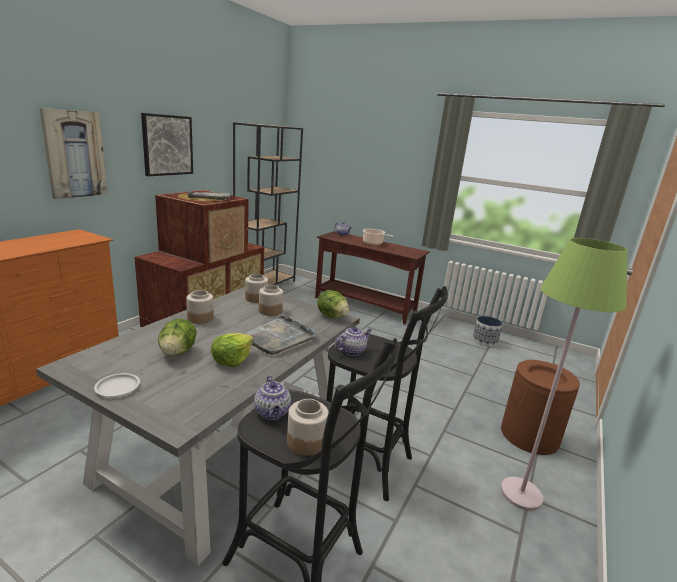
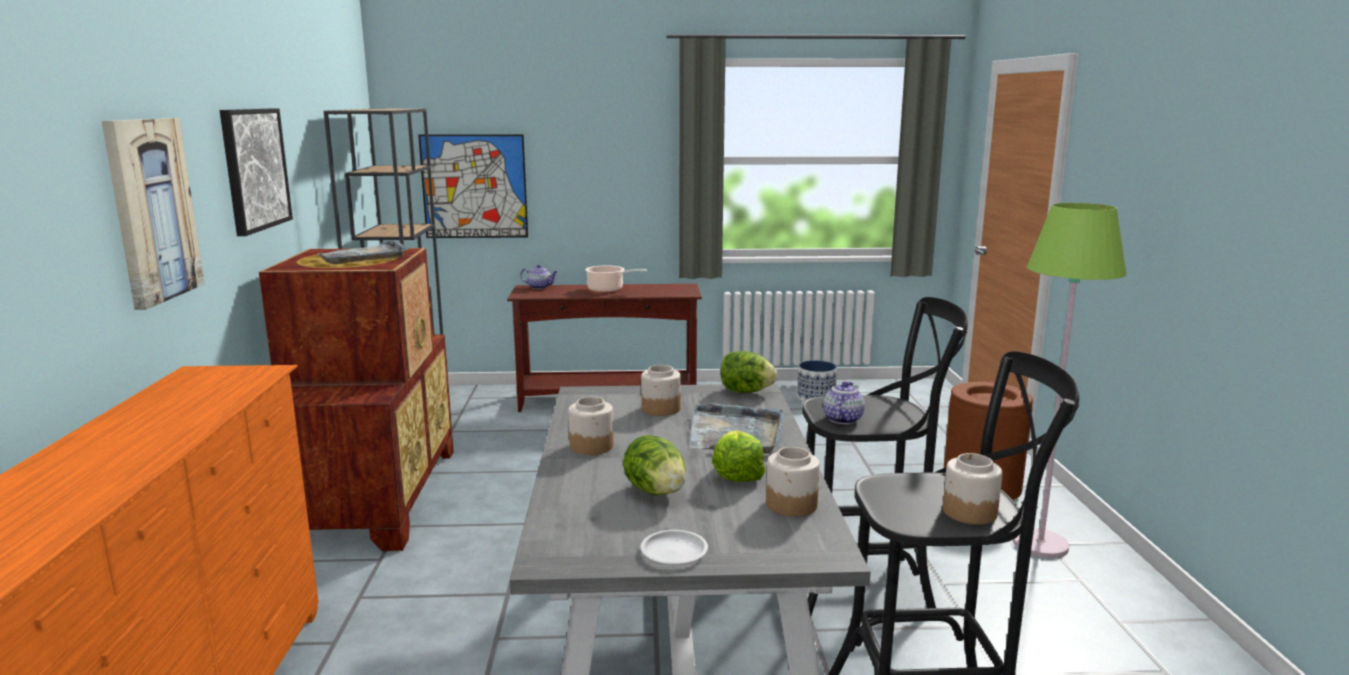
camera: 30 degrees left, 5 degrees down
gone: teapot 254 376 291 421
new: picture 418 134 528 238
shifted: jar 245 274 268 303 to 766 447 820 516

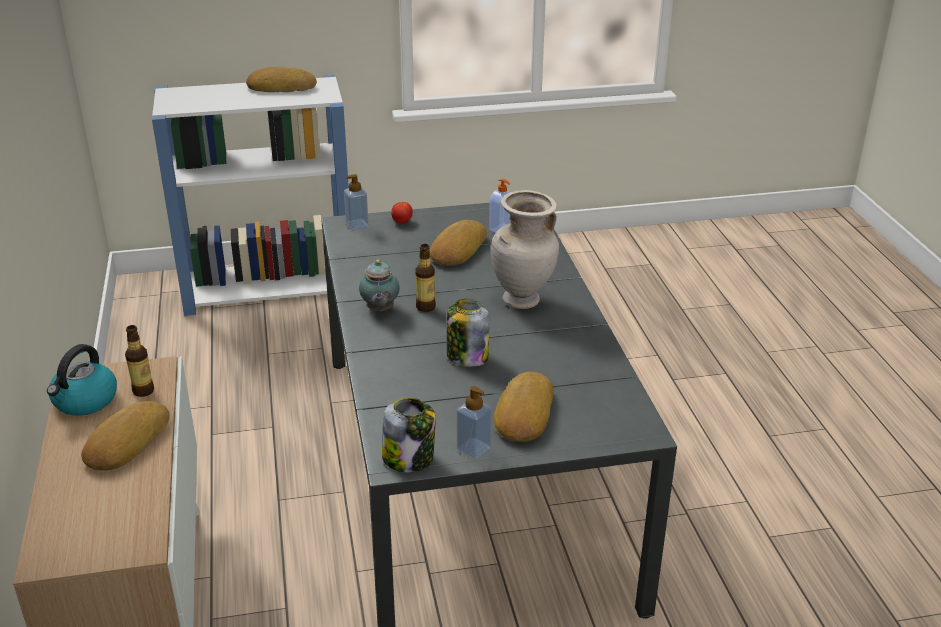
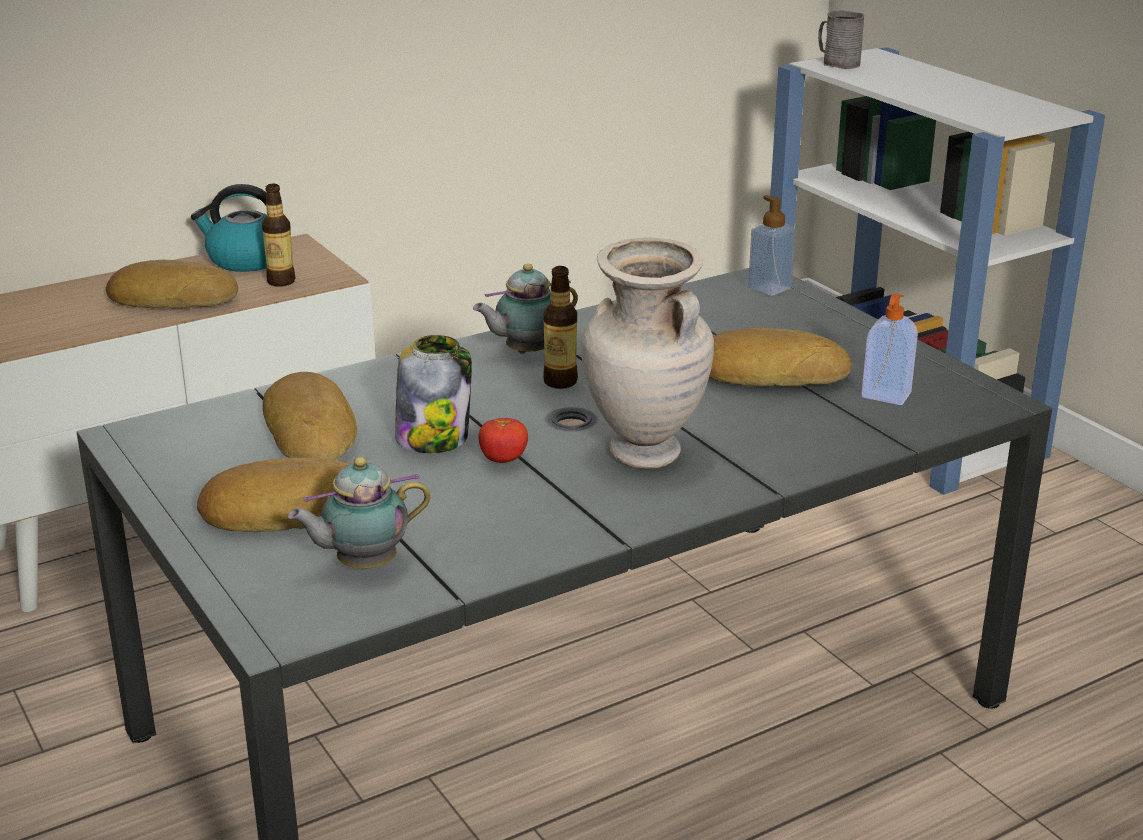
camera: 70 degrees right, 5 degrees down
gone: jar 382 398 435 472; soap dispenser 457 386 492 459
new: teapot 288 457 430 569; mug in grey 818 11 864 69
shifted: bread 246 67 317 92 to 263 372 357 460; tomato 391 202 413 223 to 479 418 528 463

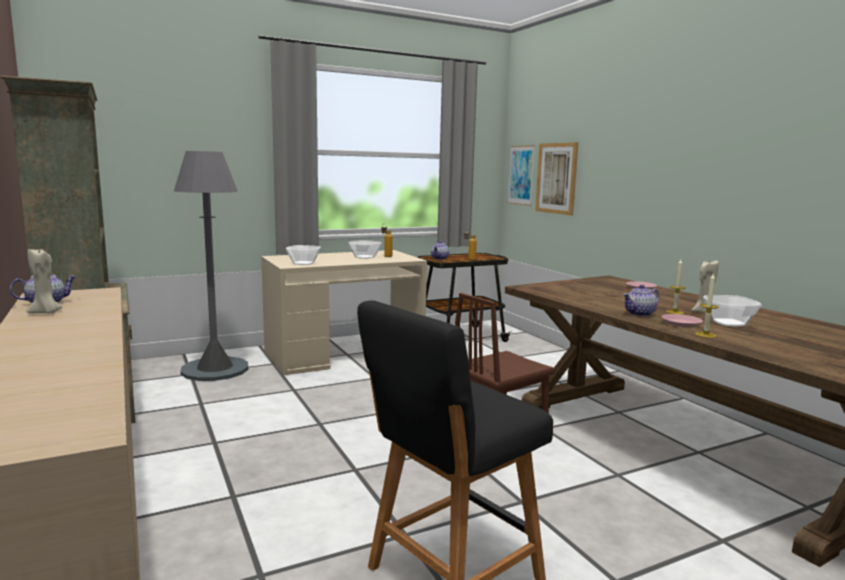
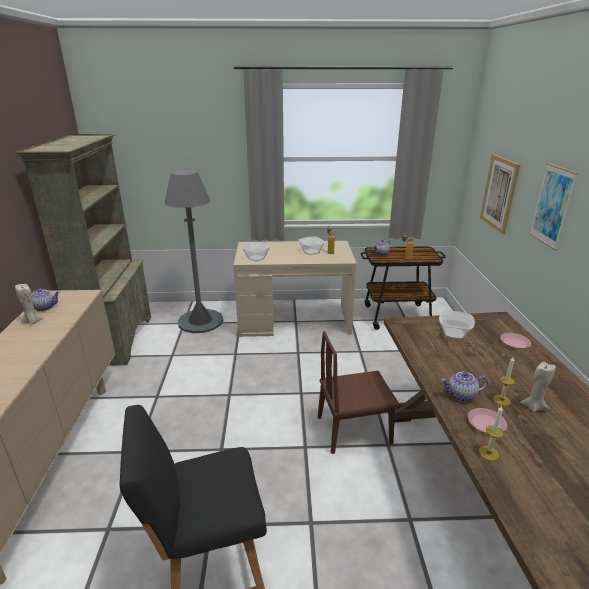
camera: 25 degrees right, 15 degrees up
shifted: picture 508 145 535 206 to 529 163 578 250; bowl 703 295 762 326 to 439 310 475 339

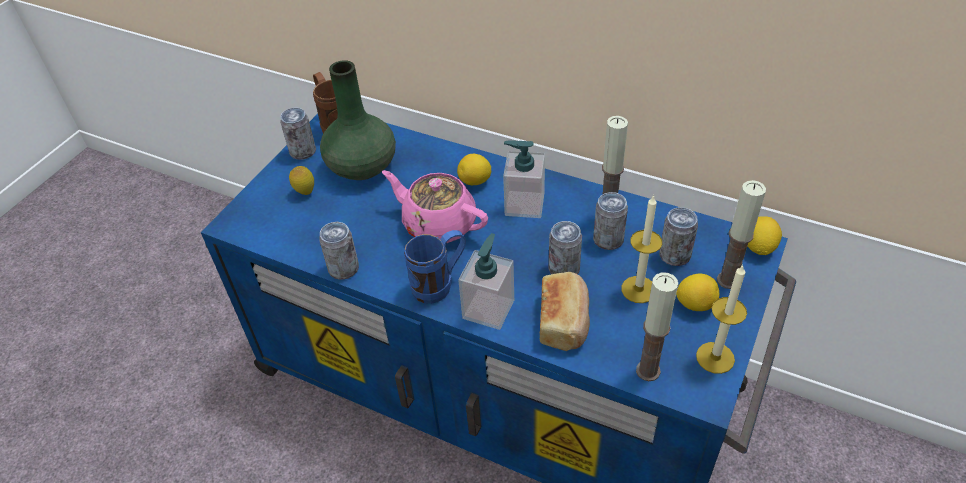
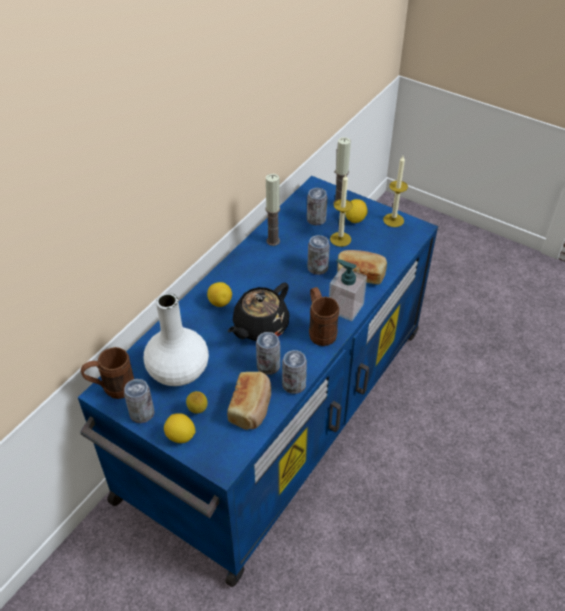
camera: 85 degrees left, 0 degrees up
gone: soap dispenser 503 140 545 218; candle 636 272 678 381
new: bread 227 372 271 430
shifted: can 593 192 628 250 to 256 332 280 375; lemon 747 216 782 255 to 164 413 196 443
repainted: vase in green 320 60 396 180 to vase in white 144 293 209 386; teapot in pink 382 170 488 243 to teapot in black 228 282 289 341; mug in blue 404 230 466 304 to mug in brown 309 287 339 346

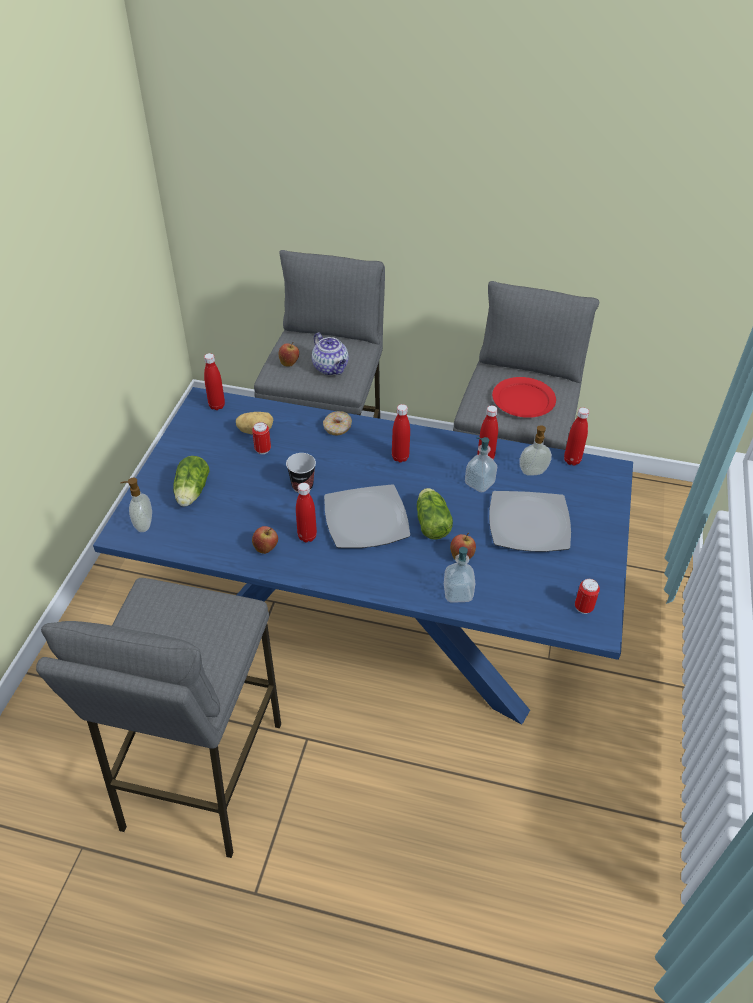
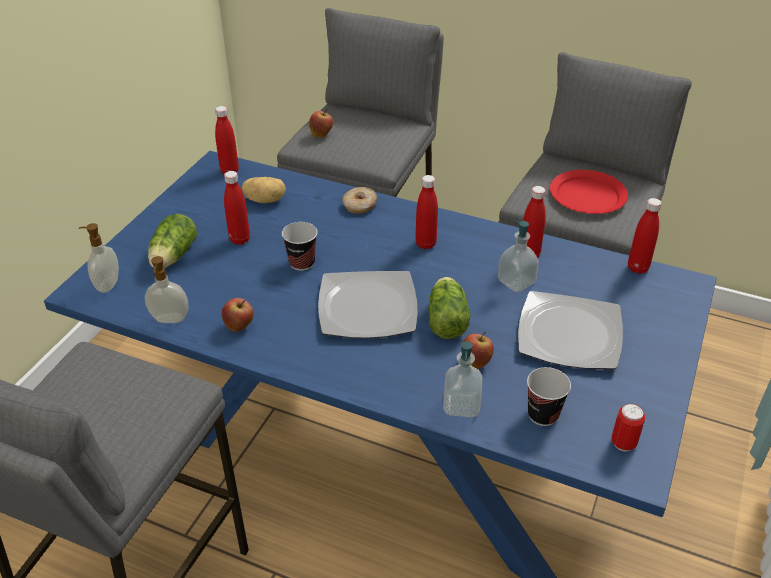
camera: 10 degrees right, 5 degrees down
gone: can 252 422 271 454; teapot 312 332 349 375
new: cup 527 367 571 426
shifted: bottle in red 296 483 317 542 to 224 171 250 245; soap dispenser 519 425 552 476 to 145 256 188 323

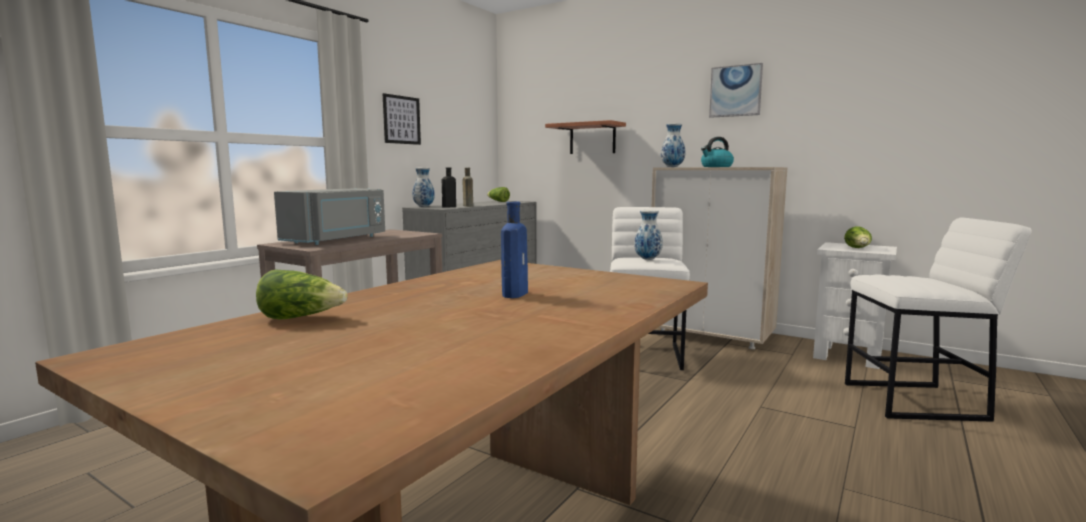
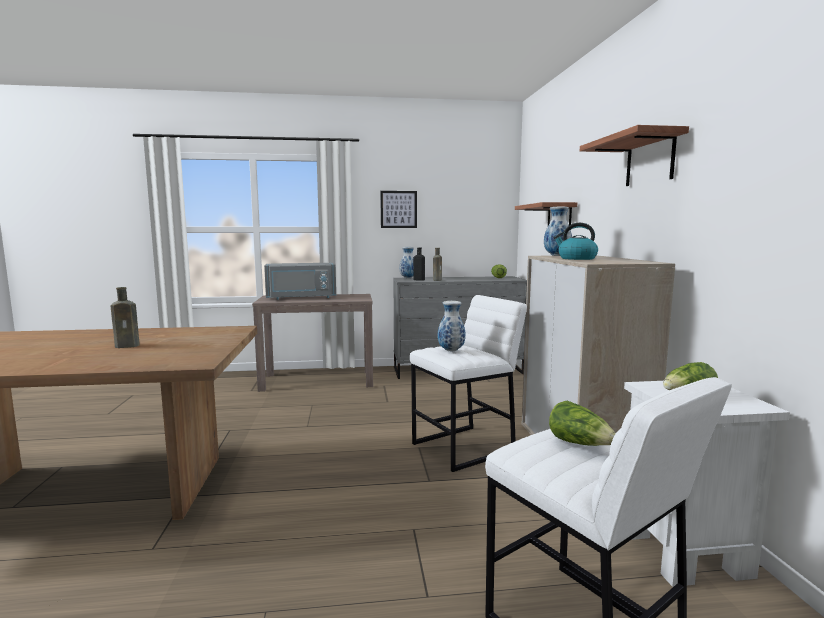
camera: 50 degrees right, 0 degrees up
shifted: lettuce 256 269 348 319 to 549 400 616 446
swapped: picture 709 63 763 118 to shelf 580 125 689 186
repainted: bottle in blue 501 202 528 298 to bottle in brown 111 287 140 348

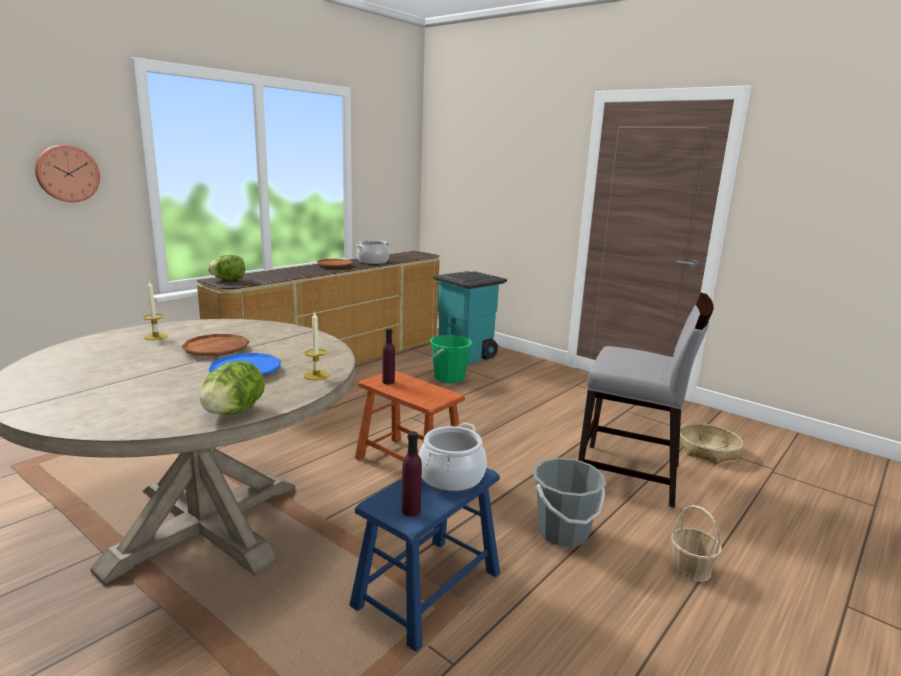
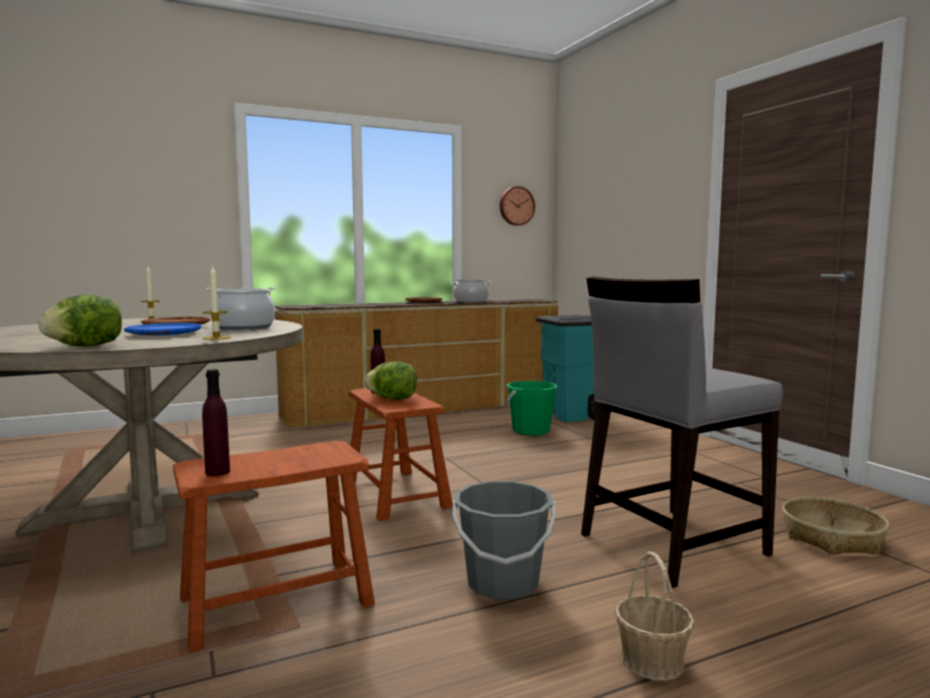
camera: 25 degrees right, 10 degrees down
shifted: wall clock 35 145 100 202 to 500 186 535 226; lettuce 208 255 245 280 to 365 362 417 400; cooking pot 418 423 487 492 to 206 287 276 330
repainted: stool in blue 349 468 500 652 to stool in brown 173 441 375 653
rotated: chair in grey 578 293 714 508 = 581 277 783 588 105 degrees clockwise

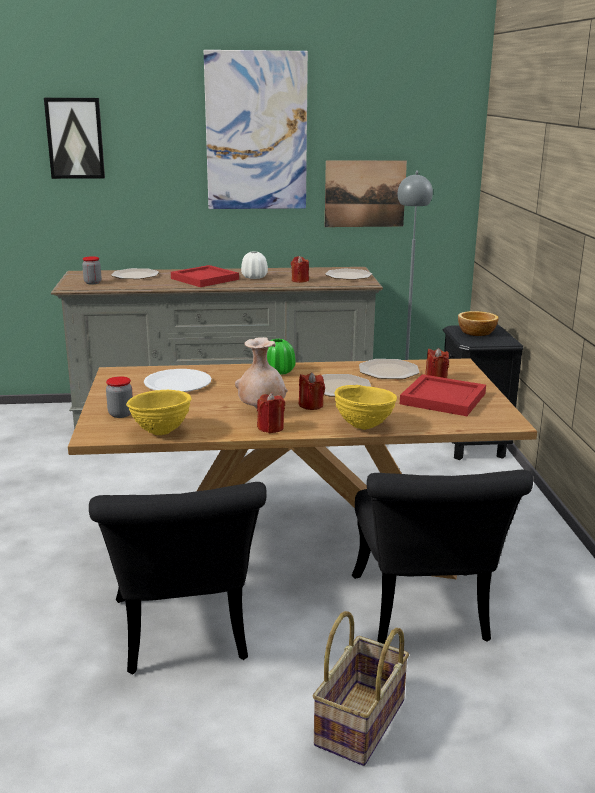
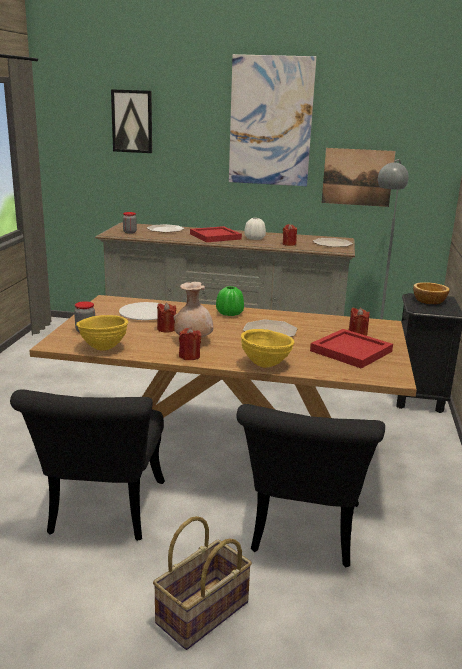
camera: 15 degrees right, 0 degrees up
gone: plate 359 359 420 379
shifted: candle in red 299 372 325 410 to 157 303 176 333

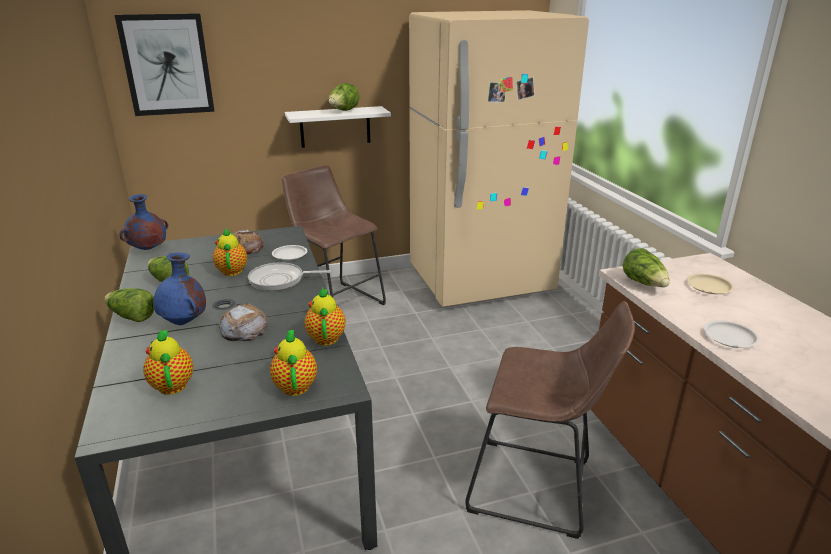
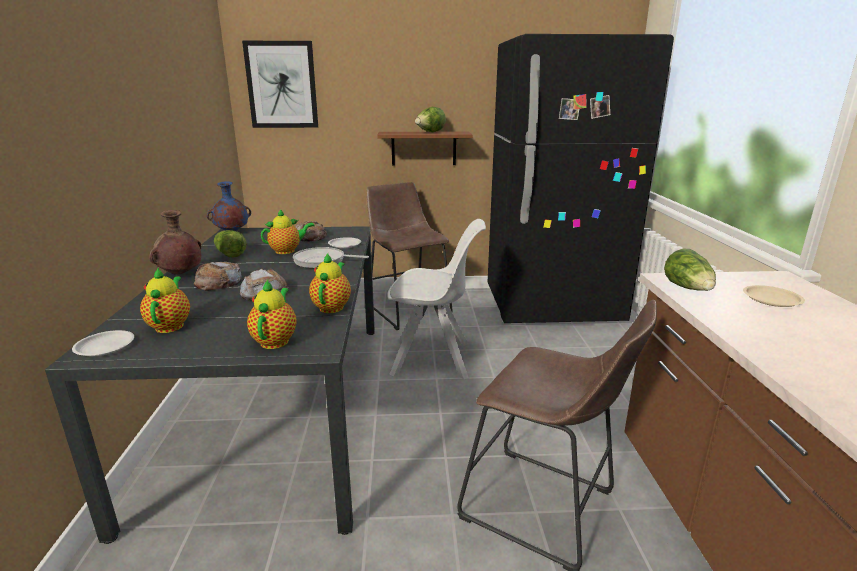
camera: 15 degrees right, 5 degrees down
new: chair in white 387 219 486 379
shifted: plate in white 704 321 760 348 to 72 330 134 356
swapped: lettuce 104 288 154 322 to vase in brown 149 210 201 275; vase in blue 153 253 206 325 to bread 194 262 242 291
repainted: shelf in white 285 106 391 148 to shelf in brown 377 131 473 166; fridge in beige 409 10 589 307 to fridge in black 488 34 674 323
rotated: teapot 213 228 247 276 = 261 209 315 254 60 degrees clockwise

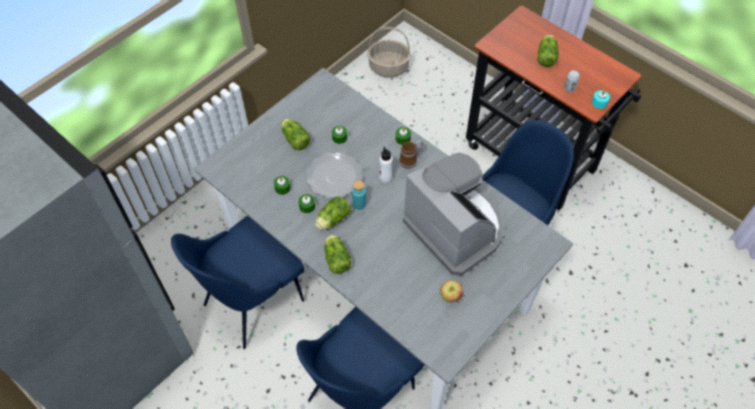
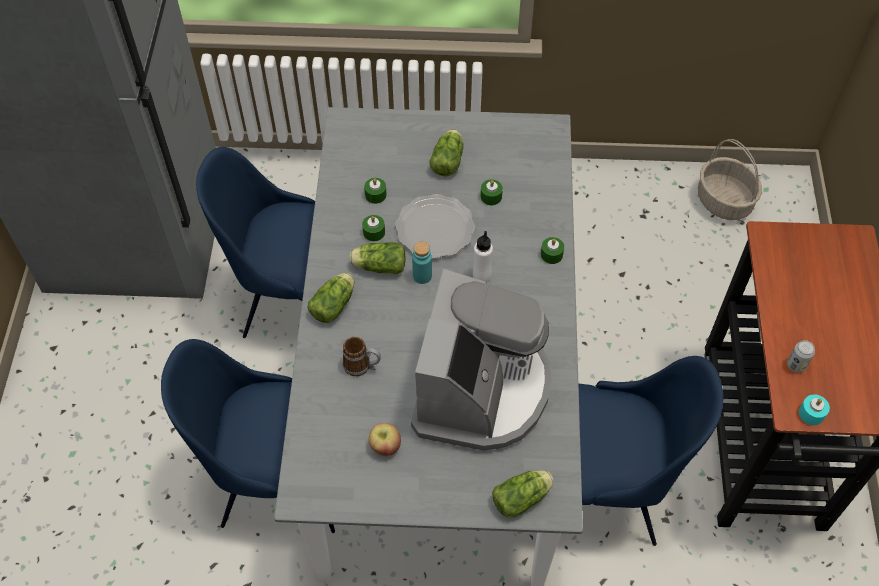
camera: 50 degrees right, 0 degrees up
shifted: mug 399 140 424 169 to 342 337 381 376; lettuce 537 35 559 67 to 492 470 554 517

